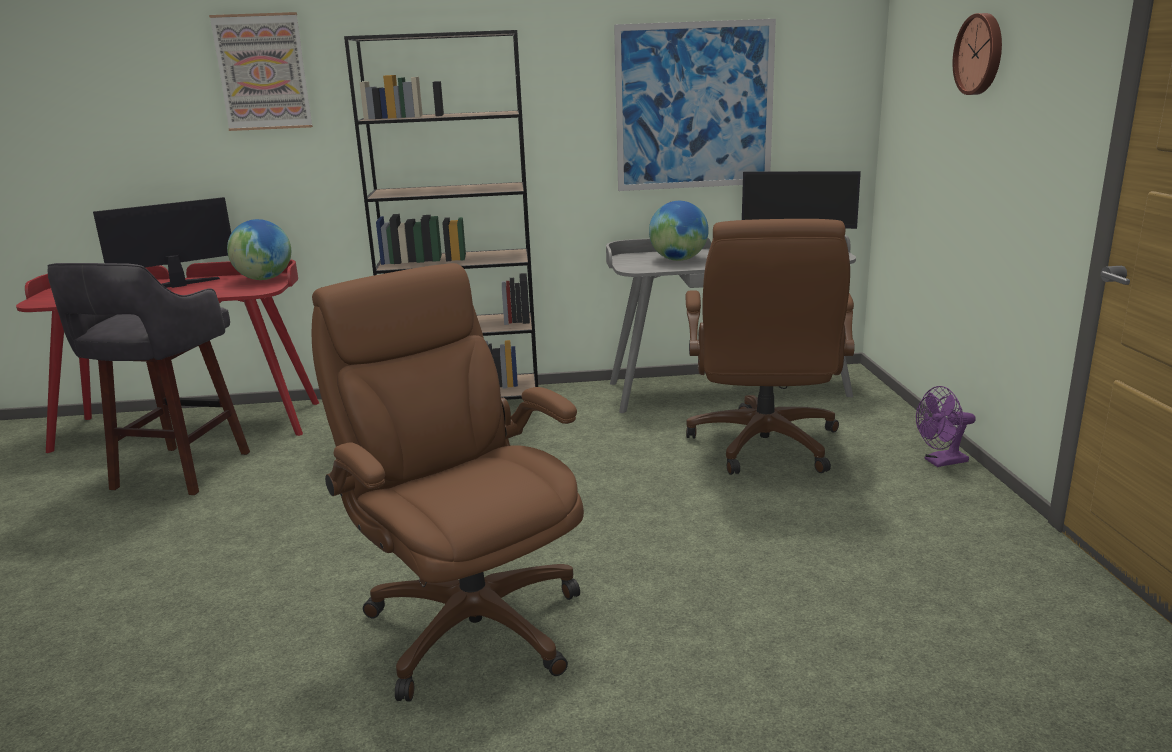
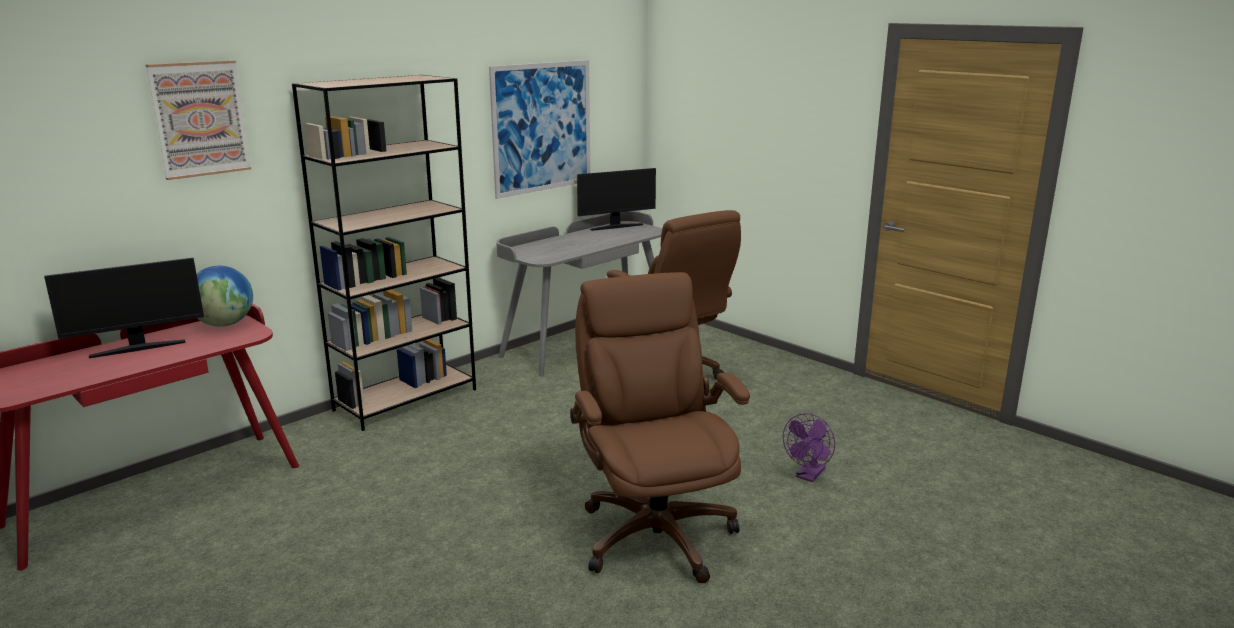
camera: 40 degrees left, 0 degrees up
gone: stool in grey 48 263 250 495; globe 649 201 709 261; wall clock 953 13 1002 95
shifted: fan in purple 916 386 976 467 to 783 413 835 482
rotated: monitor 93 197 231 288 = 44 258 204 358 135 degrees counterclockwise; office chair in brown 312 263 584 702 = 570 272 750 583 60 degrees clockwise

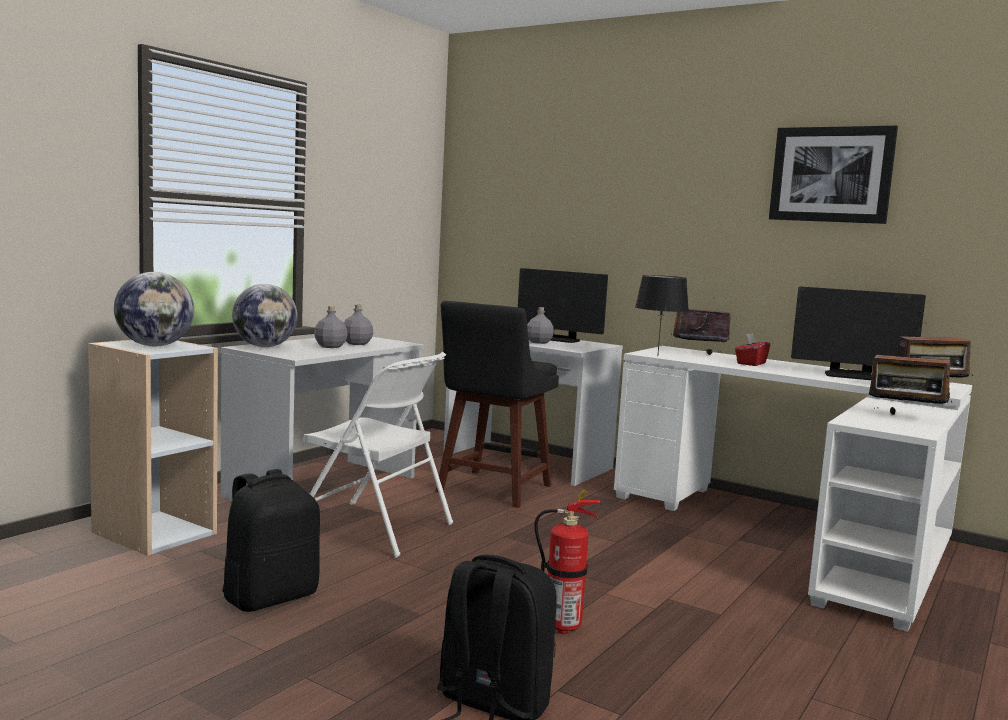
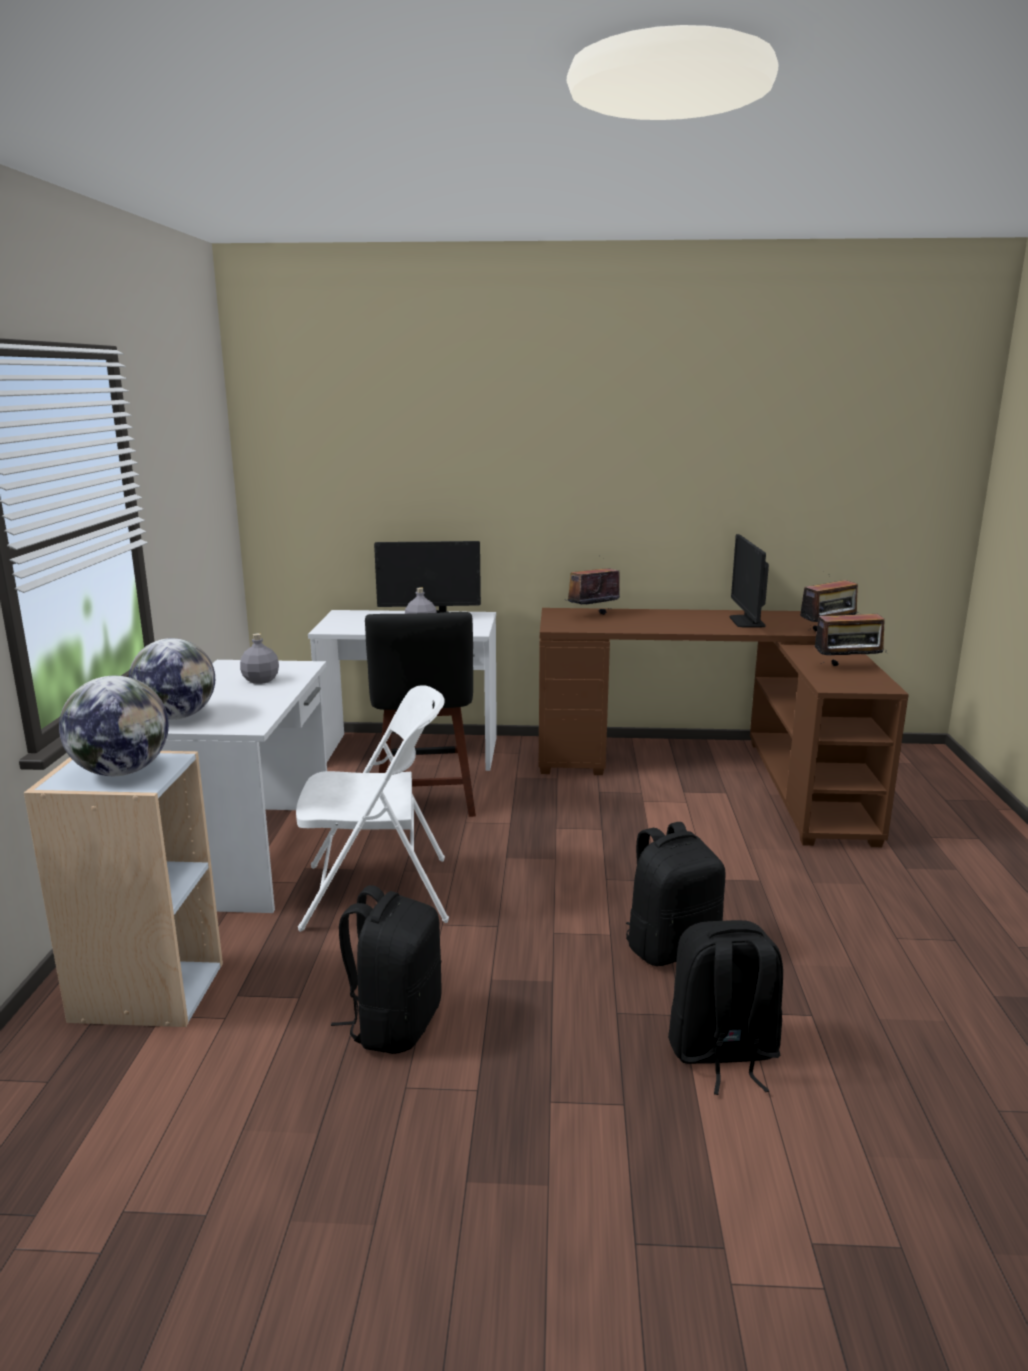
camera: 30 degrees left, 10 degrees up
gone: bottle in grey 314 306 347 348; table lamp in black 635 275 689 353; tissue box in red 735 333 770 366; picture 769 125 898 224
swapped: fire extinguisher 534 488 600 634 to backpack in black 626 822 725 966
repainted: desk in white 614 346 972 632 to desk in brown 538 608 909 847
rotated: monitor 791 286 926 380 = 729 534 769 628 105 degrees clockwise

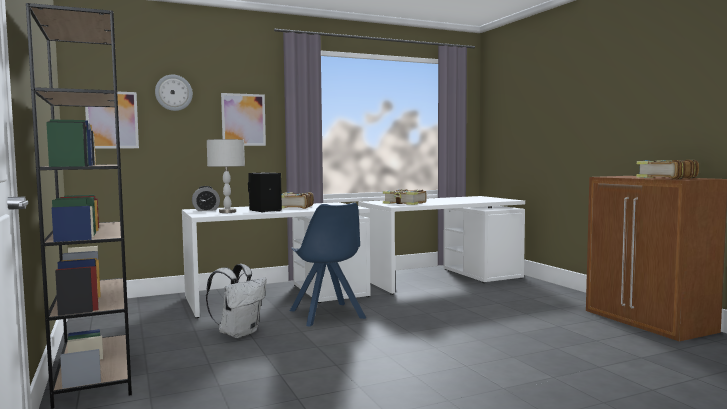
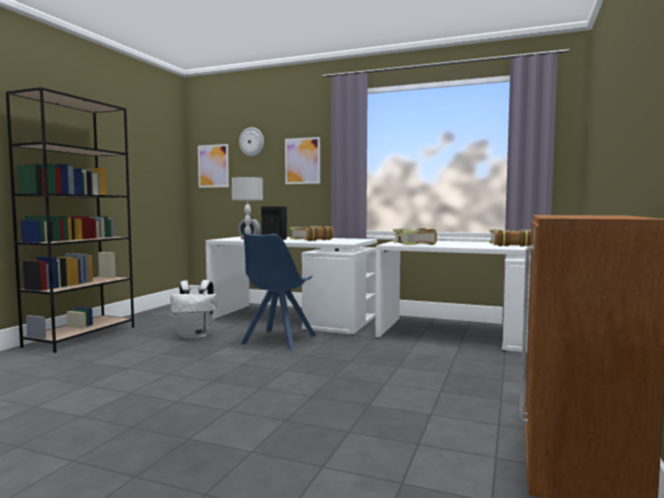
camera: 45 degrees right, 0 degrees up
shifted: book 636 160 699 179 to 489 229 531 247

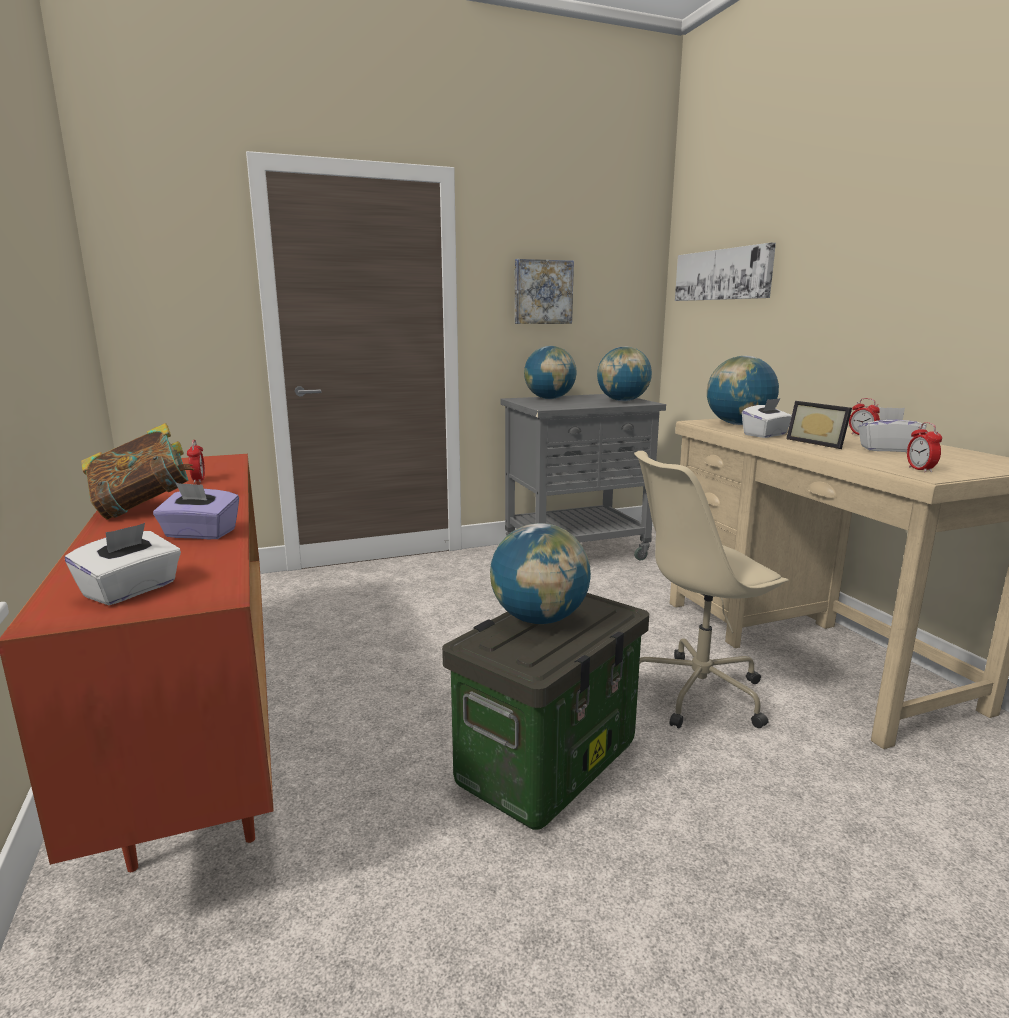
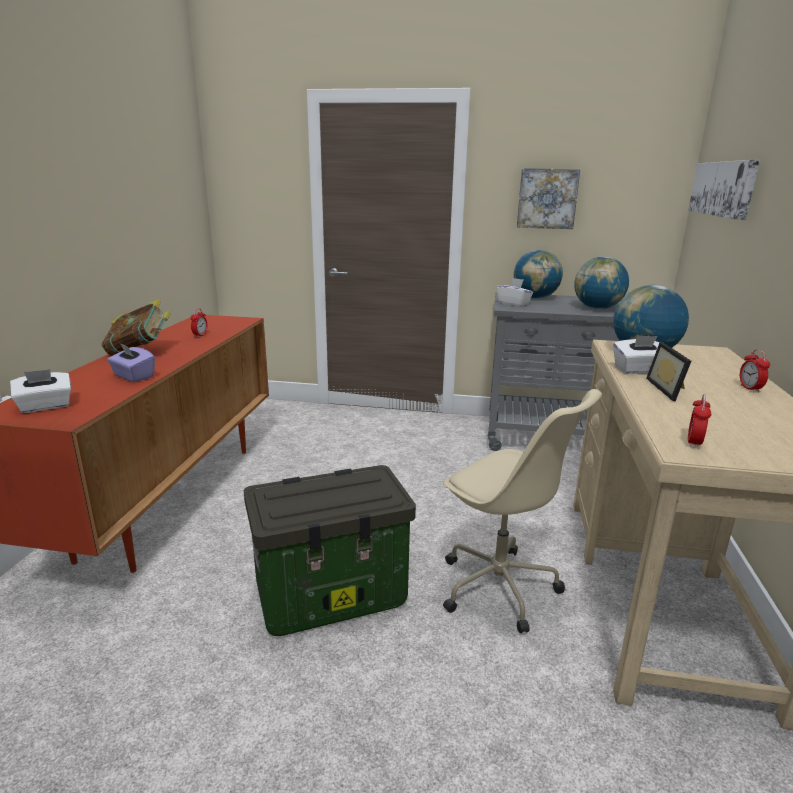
camera: 30 degrees right, 5 degrees up
gone: globe 490 523 591 624
shifted: tissue box in white 858 407 926 452 to 497 278 533 306
rotated: office chair in beige 634 451 789 729 = 443 389 602 633 150 degrees counterclockwise

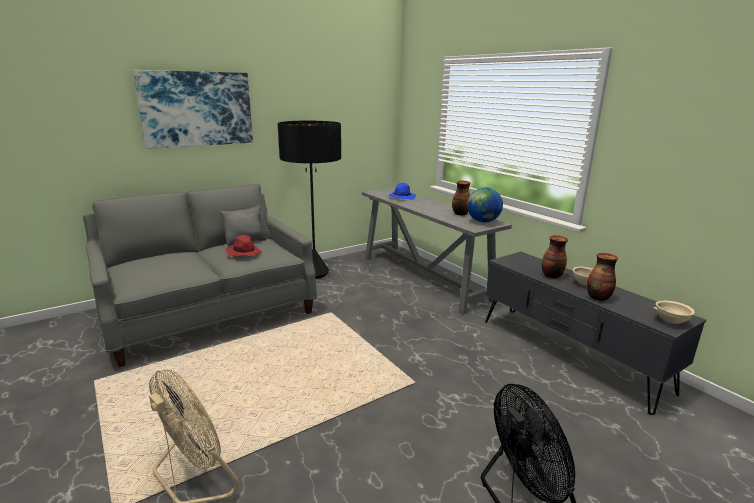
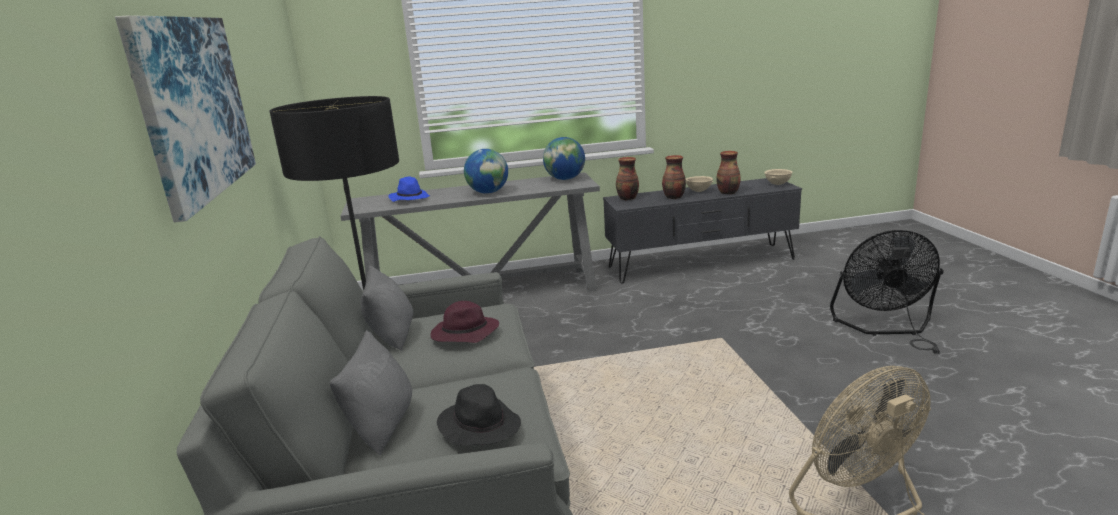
camera: 65 degrees left, 0 degrees up
new: pillow in grey 330 330 412 455; hat in black 437 384 521 446; globe 464 149 508 194
shifted: vase 452 181 471 216 to 616 157 639 200
repainted: hat in red 226 235 262 257 to hat in purple 430 301 499 343

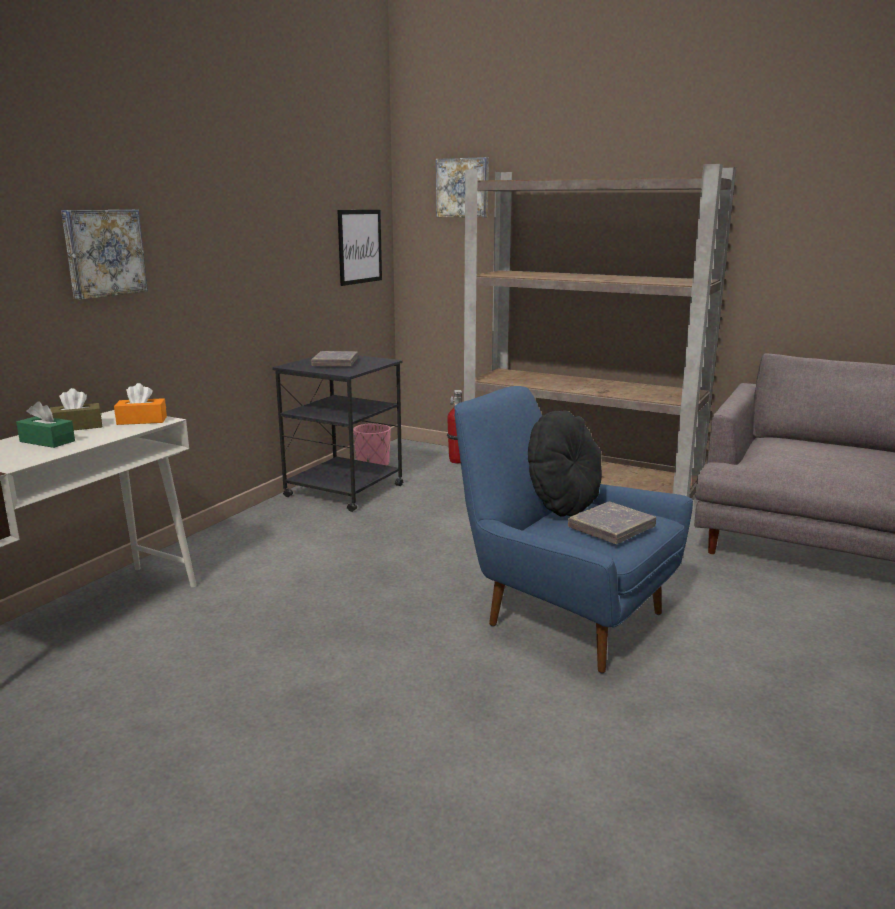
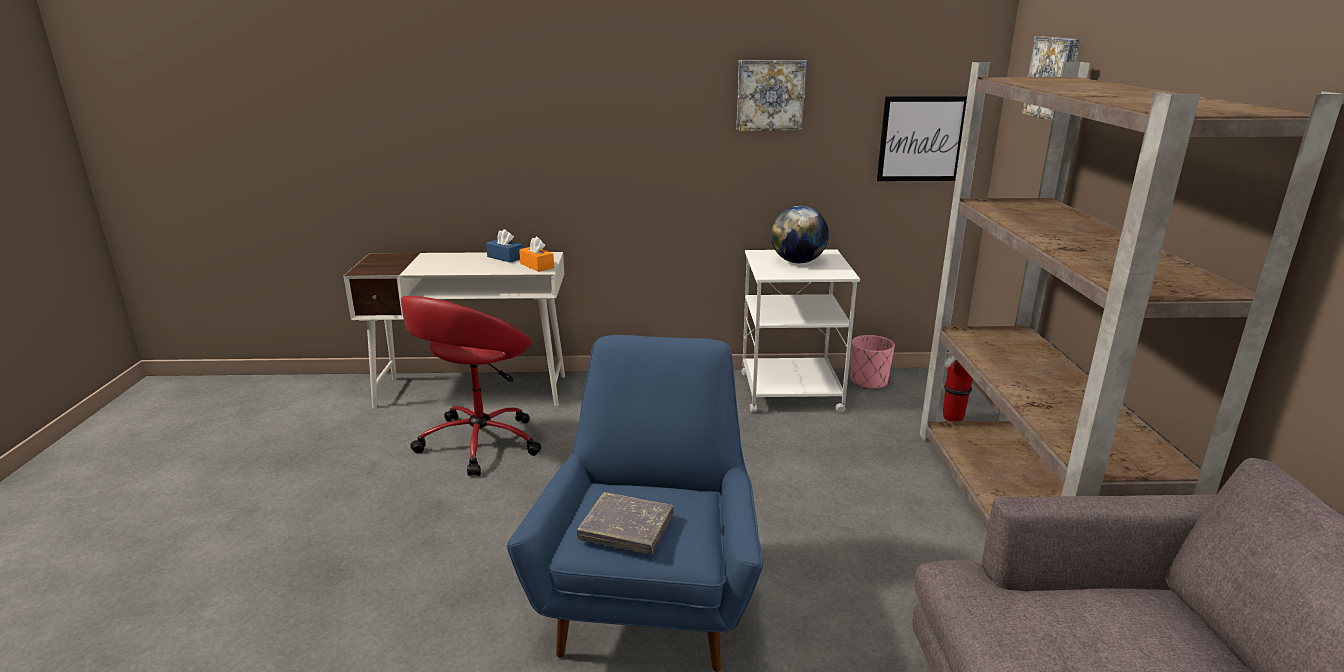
camera: 60 degrees right, 5 degrees up
gone: tissue box in green 16 401 75 448; pillow in black 528 411 602 517
new: office chair in red 401 296 541 476
shifted: picture 61 210 148 300 to 737 60 807 131
swapped: book in grey 311 351 358 367 to globe 771 206 829 263
repainted: tissue box in brown 50 388 102 430 to tissue box in blue 486 229 523 263; cart in black 272 355 403 512 to cart in white 741 249 860 413

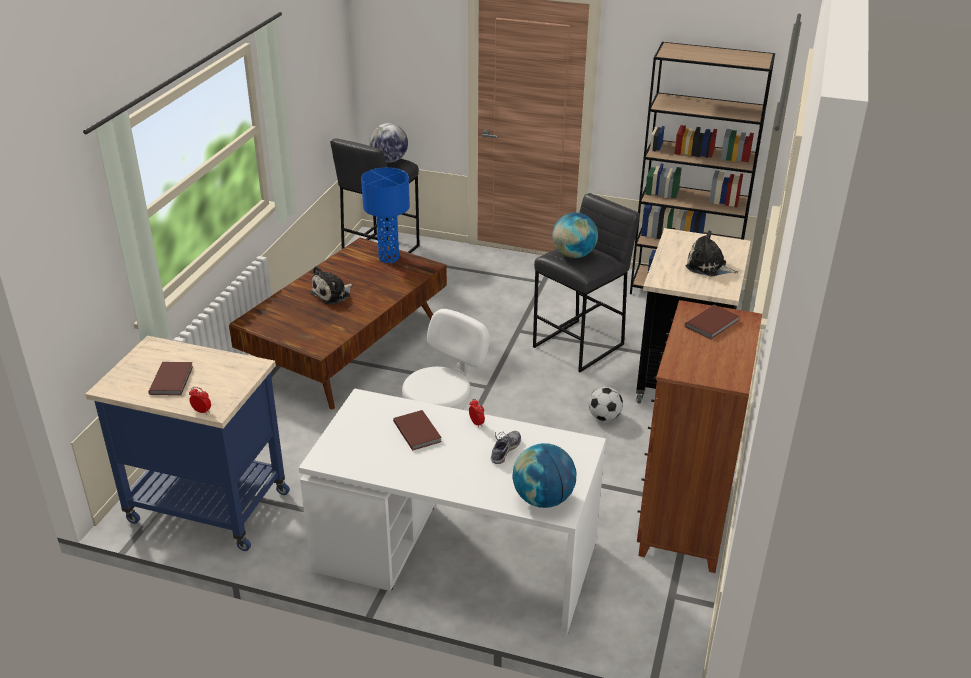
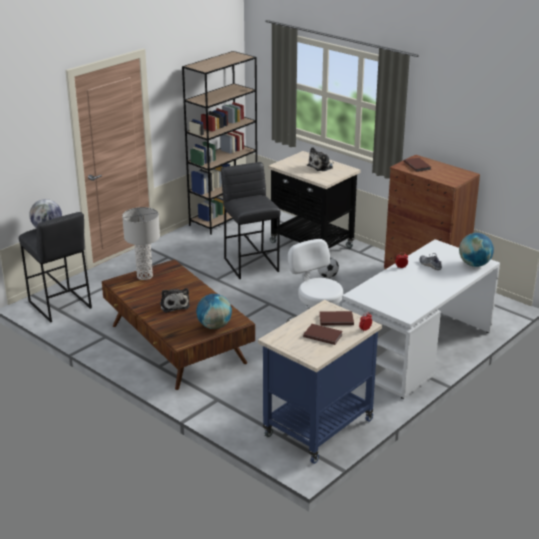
camera: 65 degrees left, 5 degrees down
shifted: book in brown 393 410 442 450 to 319 311 354 326; globe 552 212 598 258 to 196 294 232 329
repainted: table lamp in blue 361 167 410 263 to table lamp in white 122 207 160 280

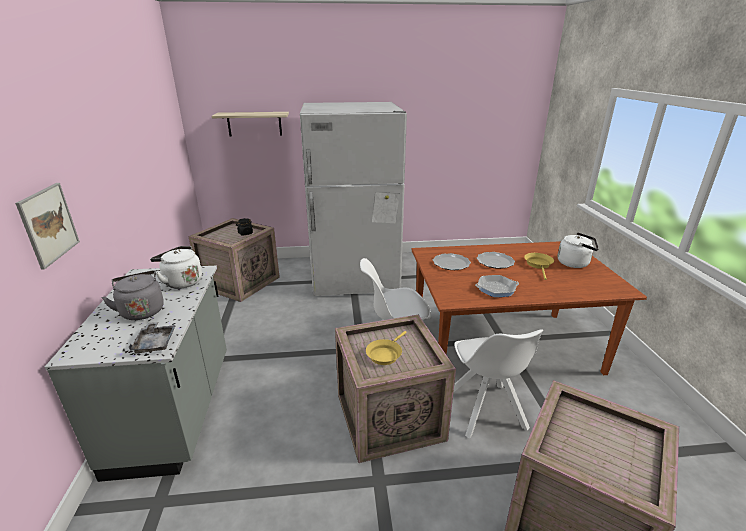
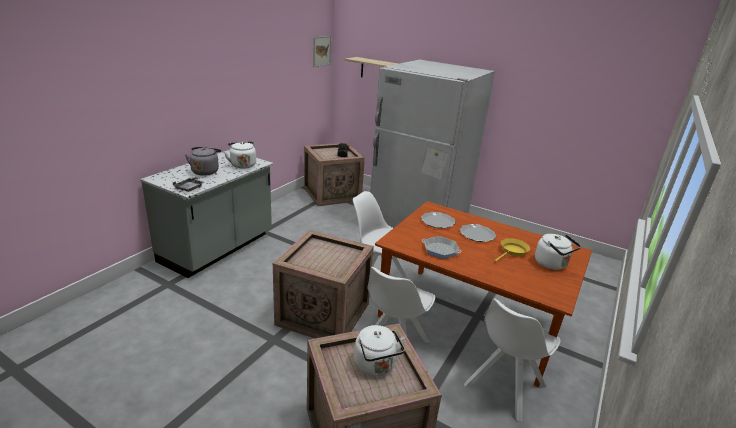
camera: 35 degrees right, 0 degrees up
gone: frying pan in yellow 366 331 407 365
new: kettle in white 354 325 405 376; chair in white 464 298 560 421
shifted: picture 15 183 80 270 to 313 36 331 67

